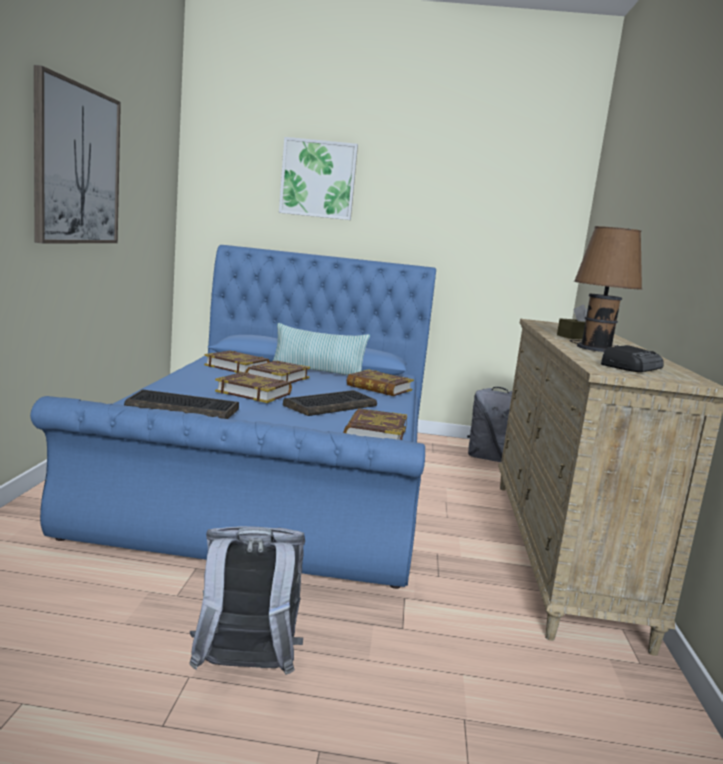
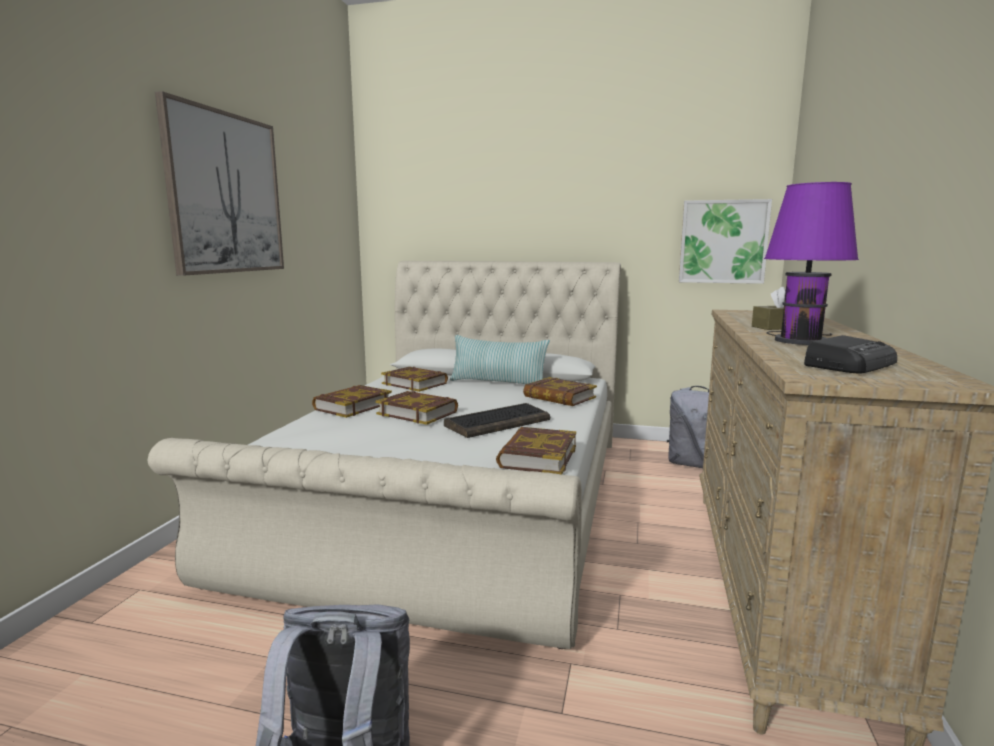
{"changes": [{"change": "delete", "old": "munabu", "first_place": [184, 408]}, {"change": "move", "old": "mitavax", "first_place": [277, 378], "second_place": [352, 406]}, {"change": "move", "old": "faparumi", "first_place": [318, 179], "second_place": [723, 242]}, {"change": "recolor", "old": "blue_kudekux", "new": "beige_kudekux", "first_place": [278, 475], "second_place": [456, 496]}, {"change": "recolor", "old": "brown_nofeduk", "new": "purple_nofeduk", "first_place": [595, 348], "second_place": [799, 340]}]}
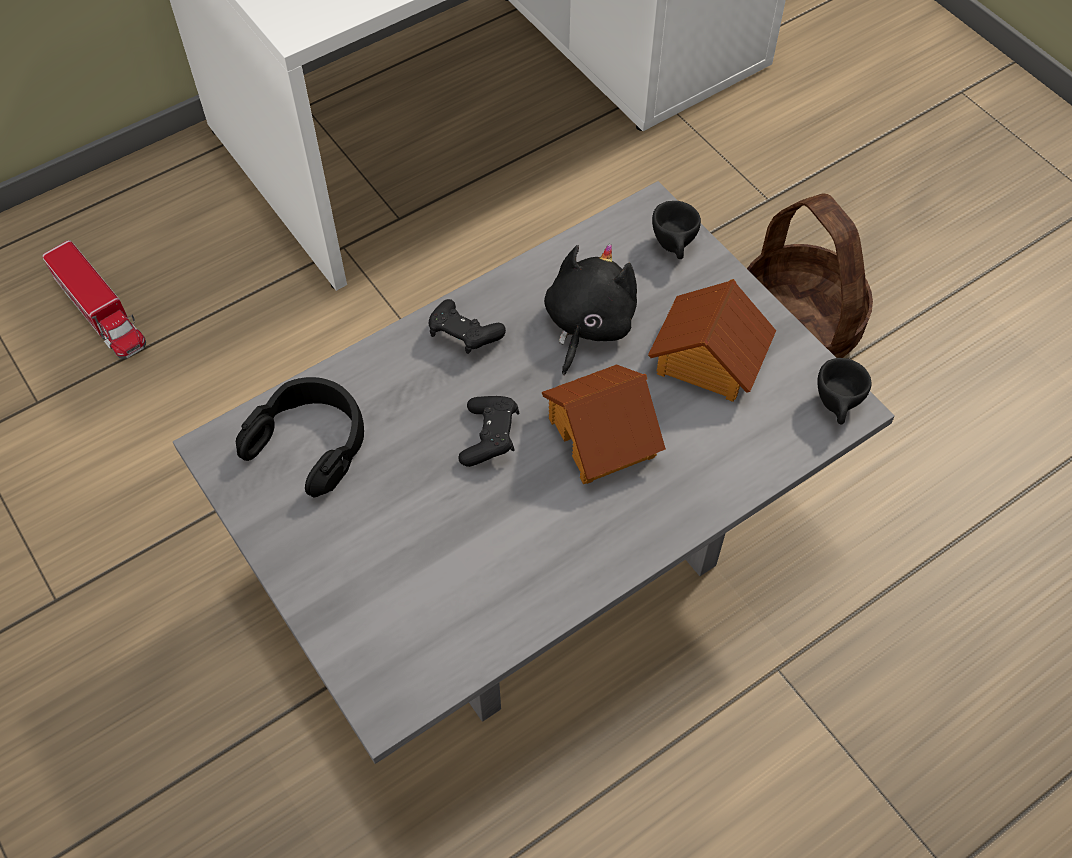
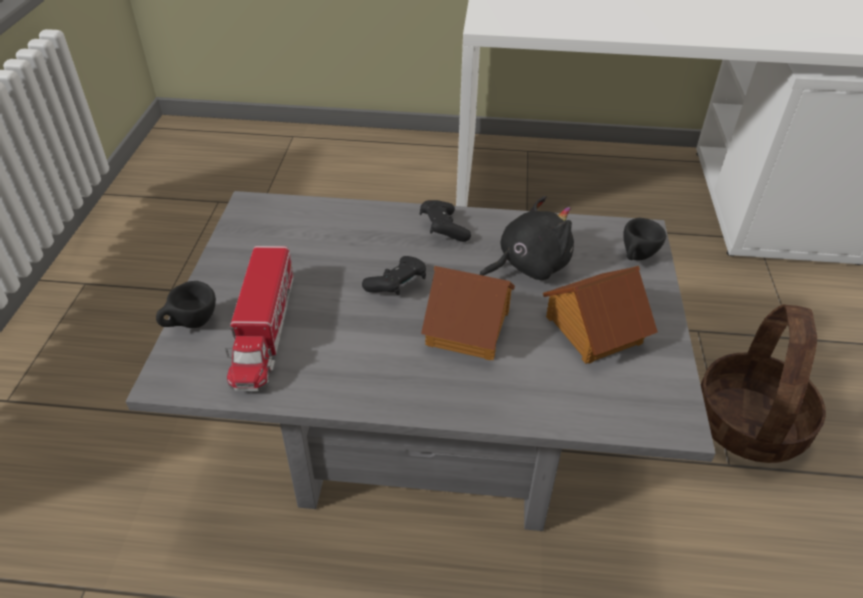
{"changes": [{"change": "delete", "old": "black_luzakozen", "first_place": [310, 442]}, {"change": "move", "old": "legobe", "first_place": [100, 312], "second_place": [264, 330]}, {"change": "move", "old": "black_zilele", "first_place": [837, 408], "second_place": [191, 325]}]}
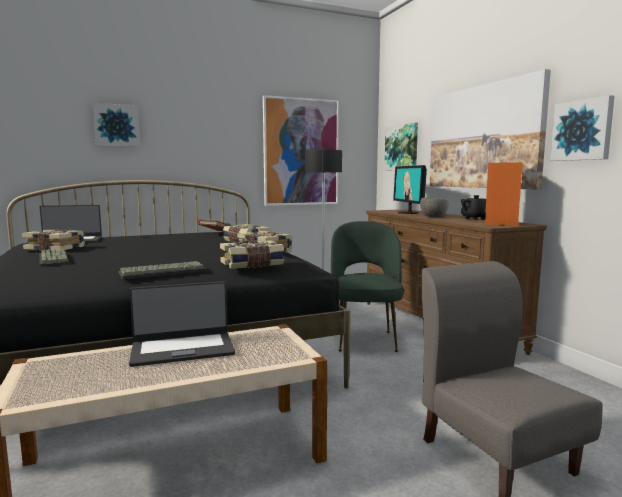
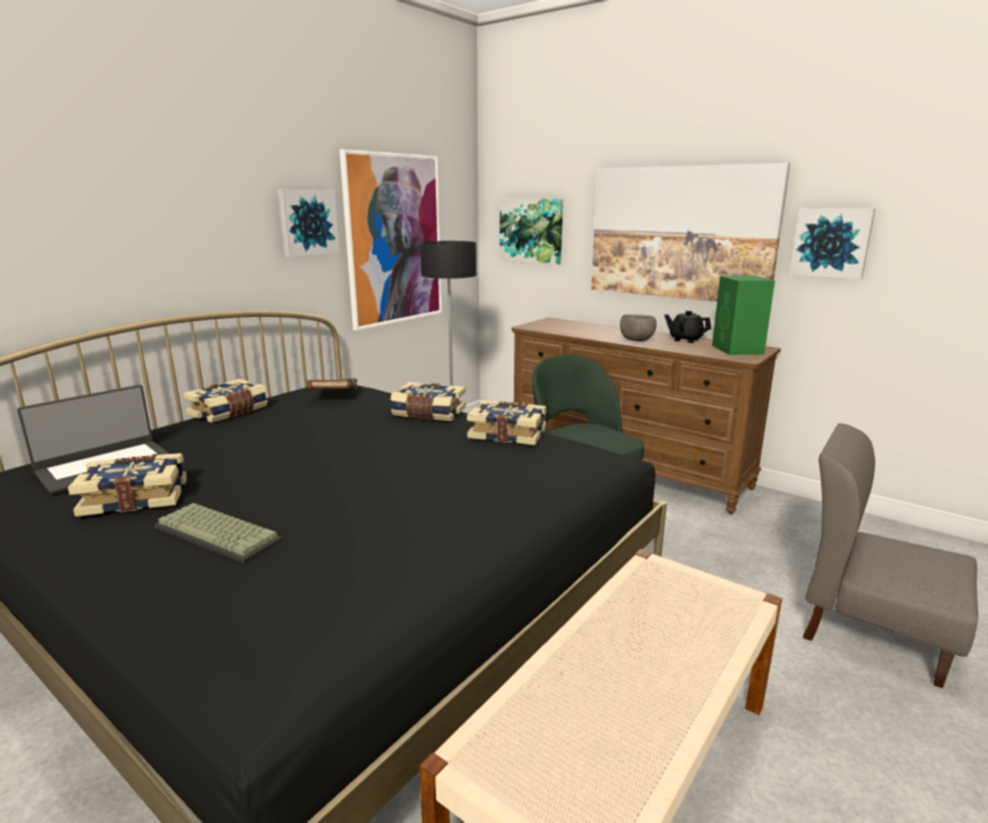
{"changes": [{"change": "delete", "old": "munabu", "first_place": [164, 271]}, {"change": "delete", "old": "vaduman", "first_place": [182, 349]}, {"change": "delete", "old": "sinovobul", "first_place": [408, 213]}, {"change": "move", "old": "faparumi", "first_place": [117, 125], "second_place": [307, 222]}, {"change": "move", "old": "mitavax", "first_place": [252, 265], "second_place": [229, 412]}, {"change": "recolor", "old": "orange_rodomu", "new": "green_rodomu", "first_place": [501, 223], "second_place": [738, 350]}]}
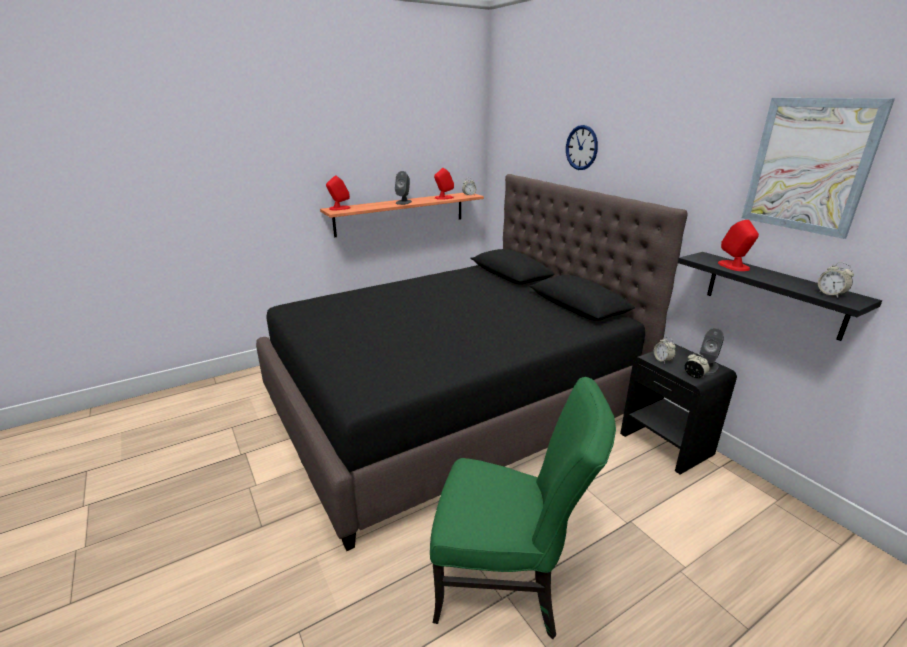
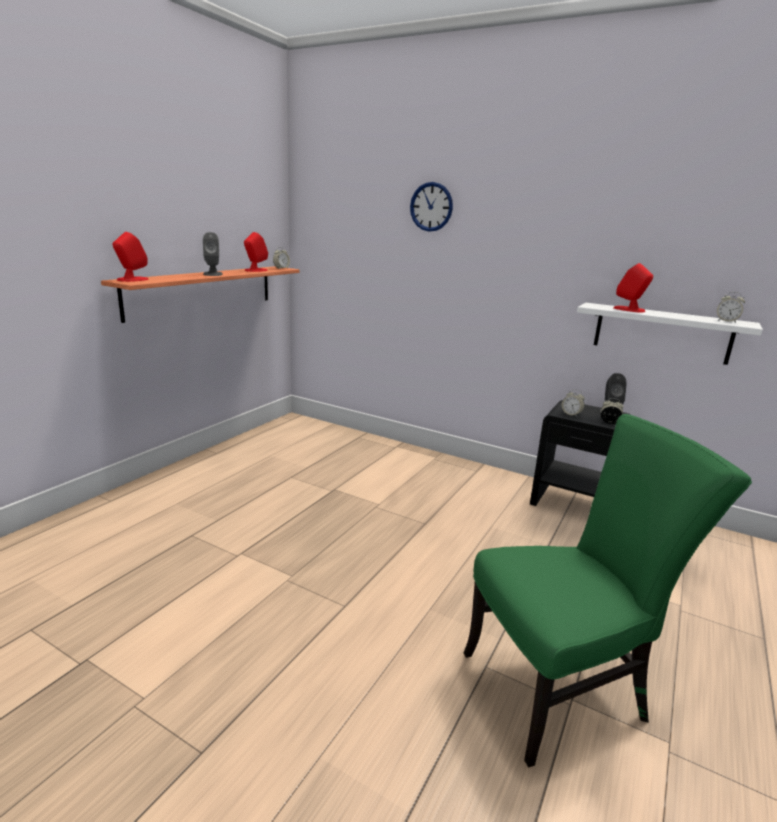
{"changes": [{"change": "delete", "old": "black_kudekux", "first_place": [451, 404]}, {"change": "delete", "old": "faparumi", "first_place": [809, 166]}, {"change": "recolor", "old": "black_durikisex", "new": "white_durikisex", "first_place": [774, 294], "second_place": [661, 333]}]}
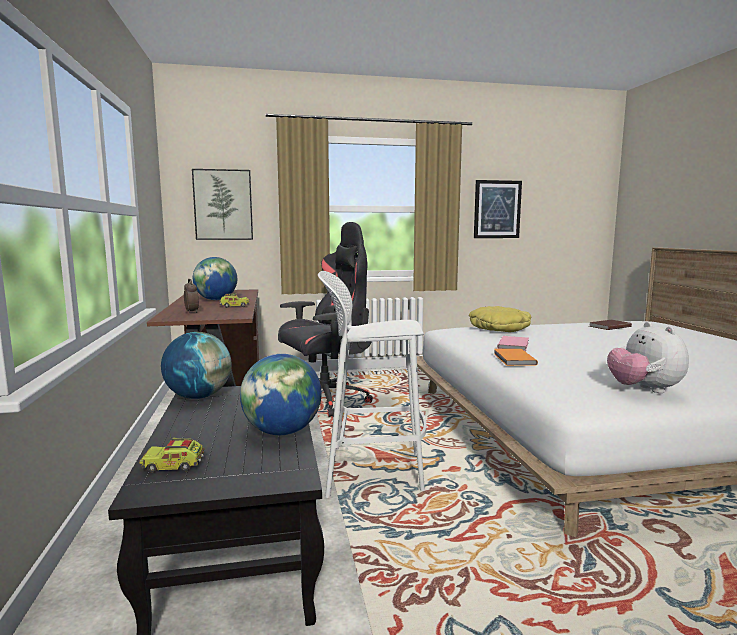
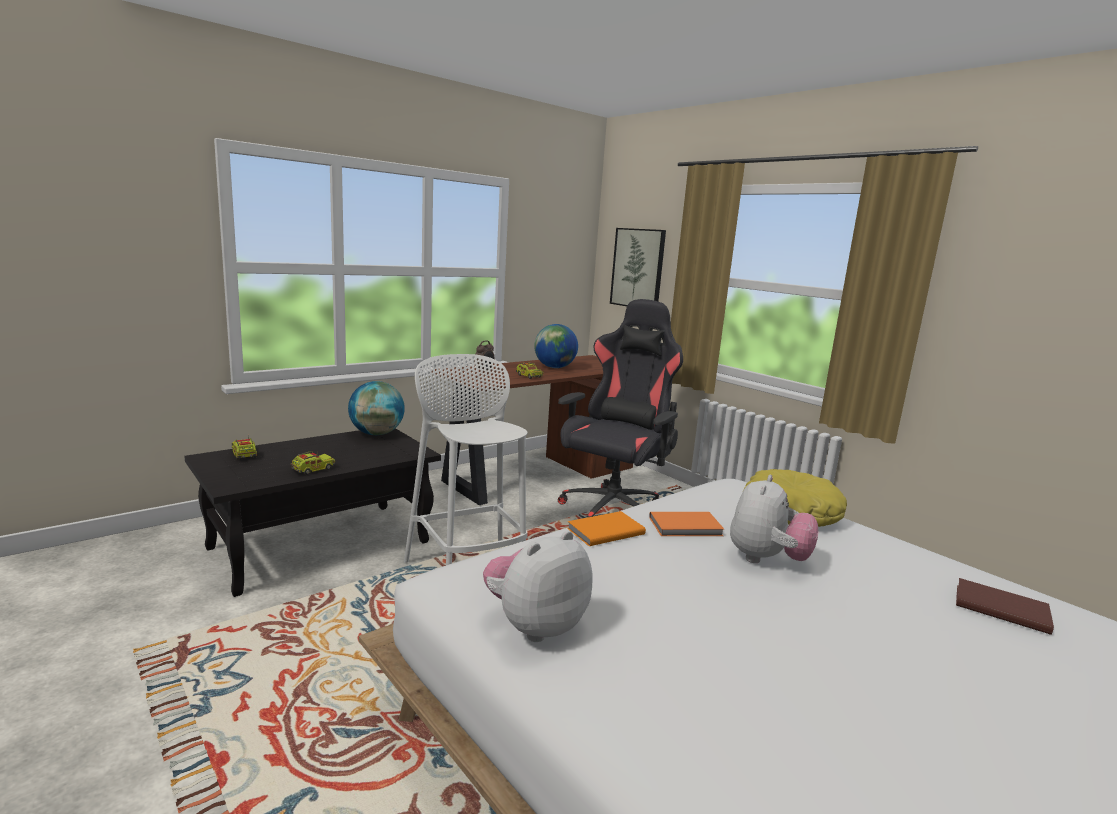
{"changes": [{"change": "delete", "old": "faparumi", "first_place": [497, 209]}, {"change": "insert", "new": "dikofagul", "second_place": [766, 559]}, {"change": "replace", "old": "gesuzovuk", "new": "legobe", "first_place": [282, 432], "second_place": [313, 470]}, {"change": "recolor", "old": "pink_mitavax", "new": "orange_mitavax", "first_place": [514, 345], "second_place": [686, 527]}, {"change": "rotate", "old": "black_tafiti", "first_place": [324, 401], "second_place": [612, 511], "degrees": -90}]}
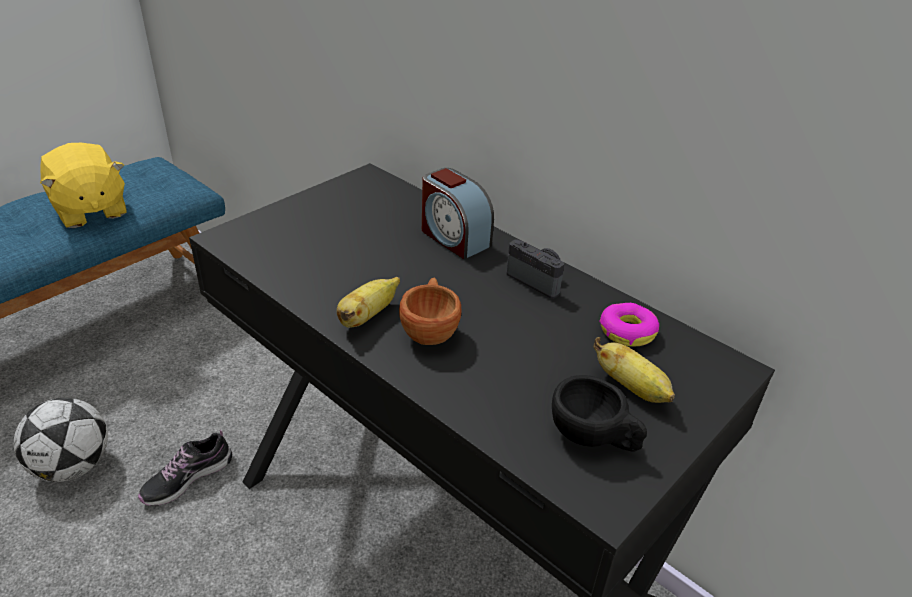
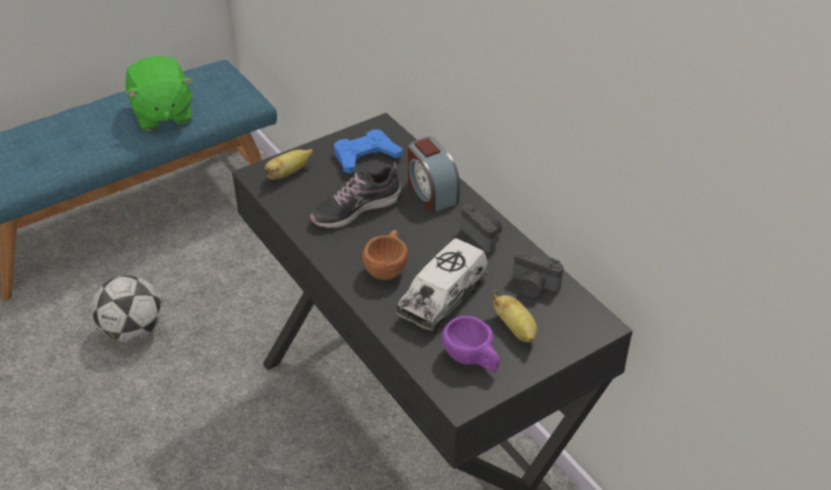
{"changes": [{"change": "insert", "new": "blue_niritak", "second_place": [365, 156]}, {"change": "insert", "new": "legobe", "second_place": [442, 299]}, {"change": "move", "old": "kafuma", "first_place": [187, 478], "second_place": [356, 209]}, {"change": "move", "old": "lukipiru", "first_place": [367, 316], "second_place": [288, 173]}, {"change": "replace", "old": "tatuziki", "new": "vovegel", "first_place": [627, 331], "second_place": [533, 287]}, {"change": "recolor", "old": "yellow_dikofagul", "new": "green_dikofagul", "first_place": [90, 210], "second_place": [162, 114]}, {"change": "recolor", "old": "black_zilele", "new": "purple_zilele", "first_place": [593, 438], "second_place": [472, 359]}]}
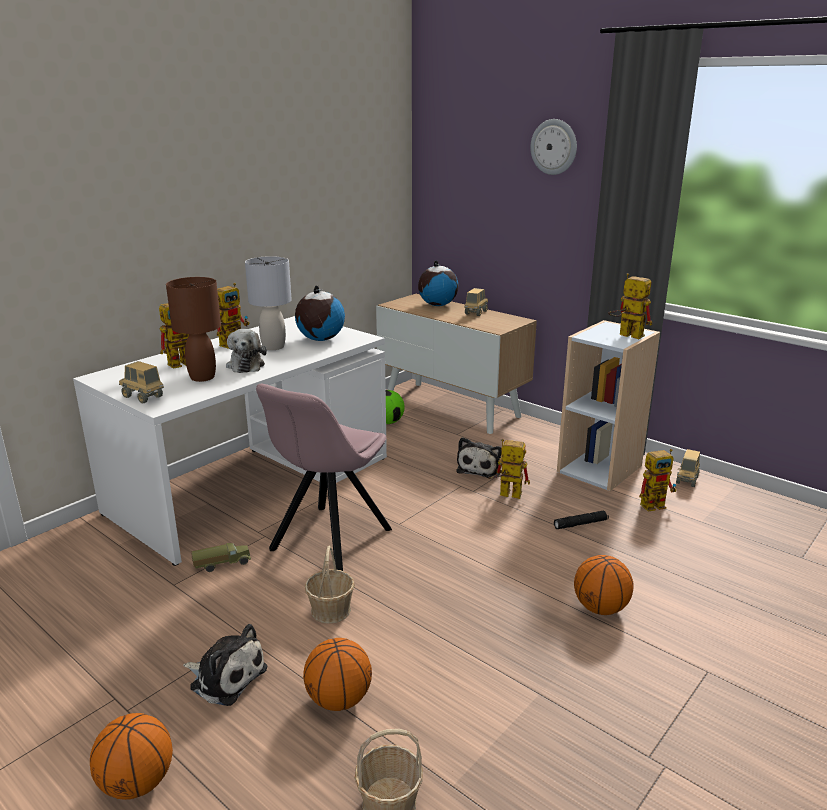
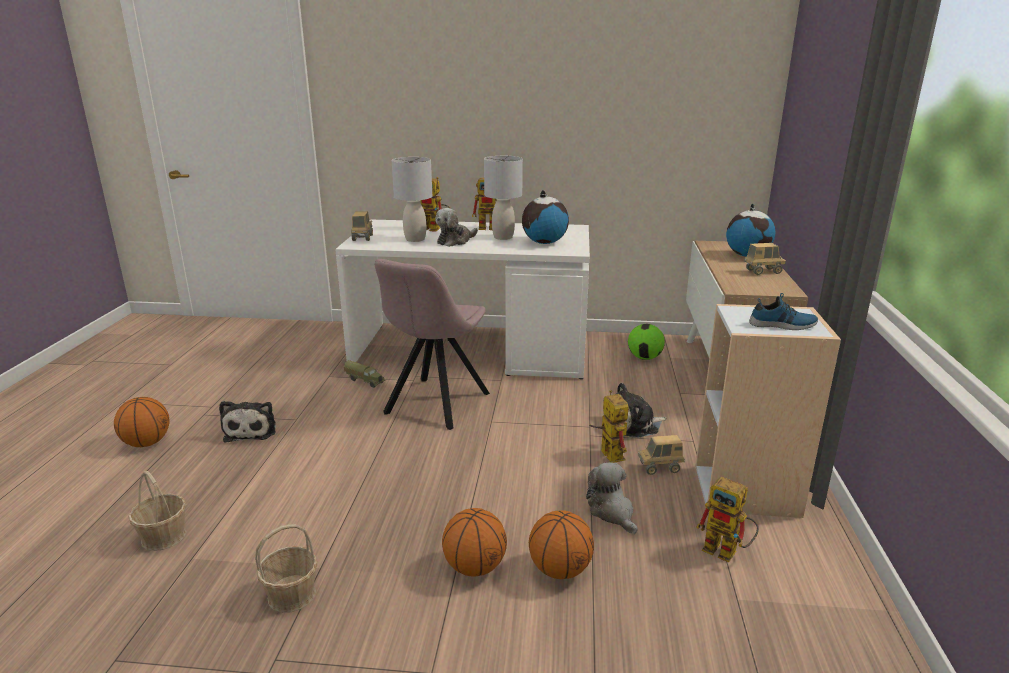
{"changes": [{"change": "delete", "old": "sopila", "first_place": [554, 147]}, {"change": "move", "old": "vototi", "first_place": [339, 700], "second_place": [560, 570]}, {"change": "move", "old": "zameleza", "first_place": [331, 610], "second_place": [292, 595]}, {"change": "move", "old": "legobe", "first_place": [687, 480], "second_place": [660, 468]}, {"change": "replace", "old": "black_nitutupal", "new": "dikofagul", "first_place": [581, 524], "second_place": [612, 512]}, {"change": "replace", "old": "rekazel", "new": "kafuma", "first_place": [625, 335], "second_place": [783, 325]}, {"change": "recolor", "old": "brown_nofeduk", "new": "grey_nofeduk", "first_place": [203, 377], "second_place": [415, 239]}, {"change": "rotate", "old": "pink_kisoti", "first_place": [329, 539], "second_place": [436, 403], "degrees": -60}]}
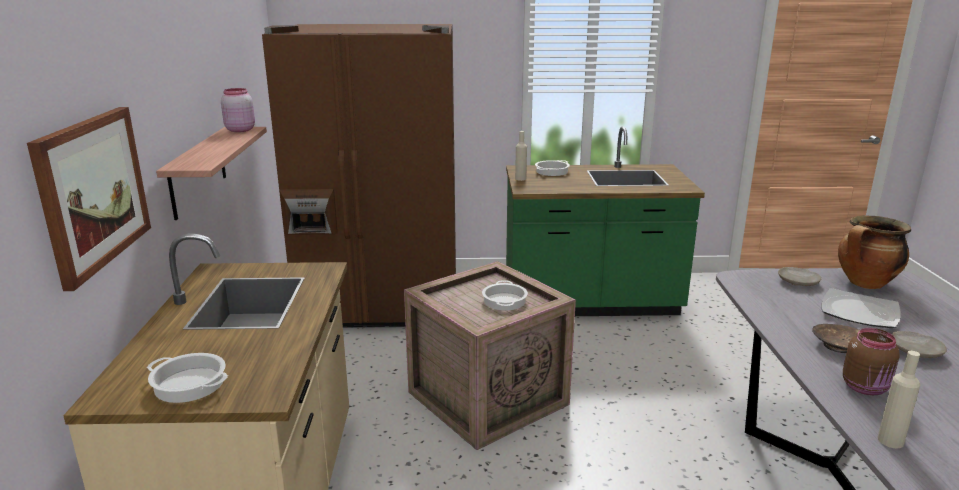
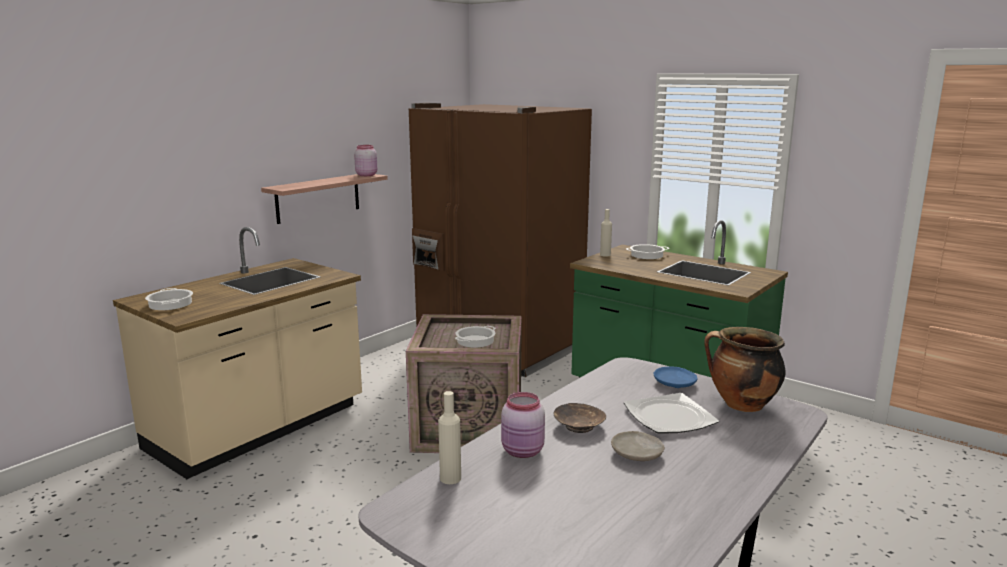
{"changes": [{"change": "delete", "old": "faparumi", "first_place": [93, 192]}, {"change": "recolor", "old": "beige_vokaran", "new": "blue_vokaran", "first_place": [798, 282], "second_place": [675, 383]}, {"change": "recolor", "old": "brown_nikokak", "new": "pink_nikokak", "first_place": [866, 387], "second_place": [523, 452]}]}
